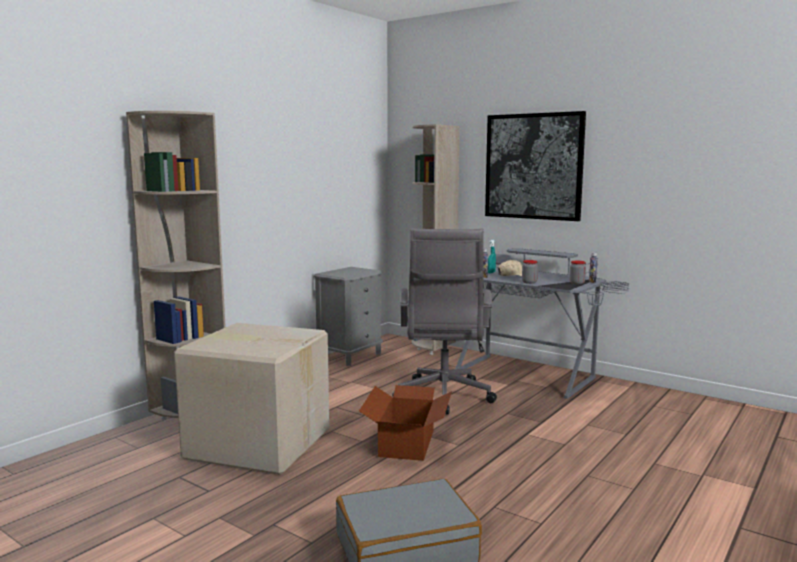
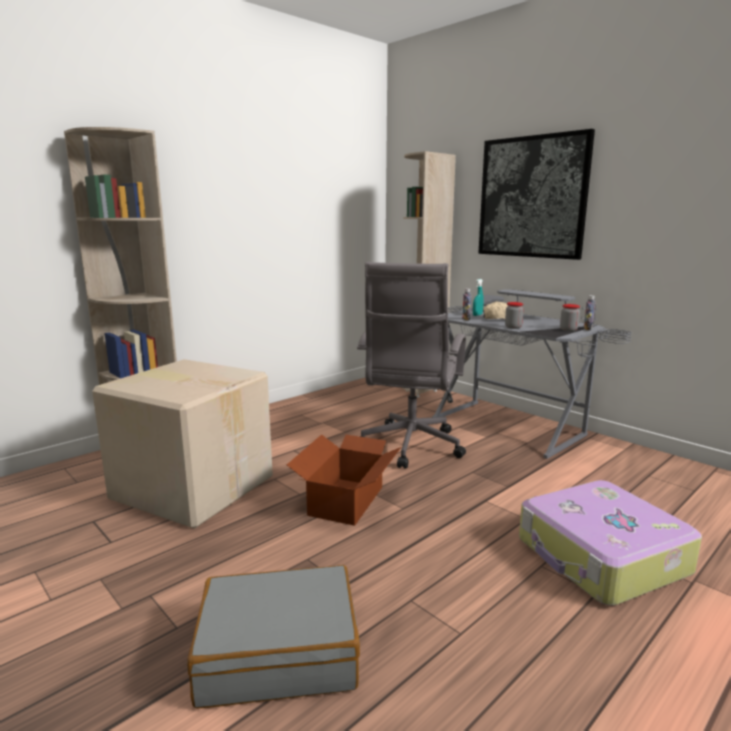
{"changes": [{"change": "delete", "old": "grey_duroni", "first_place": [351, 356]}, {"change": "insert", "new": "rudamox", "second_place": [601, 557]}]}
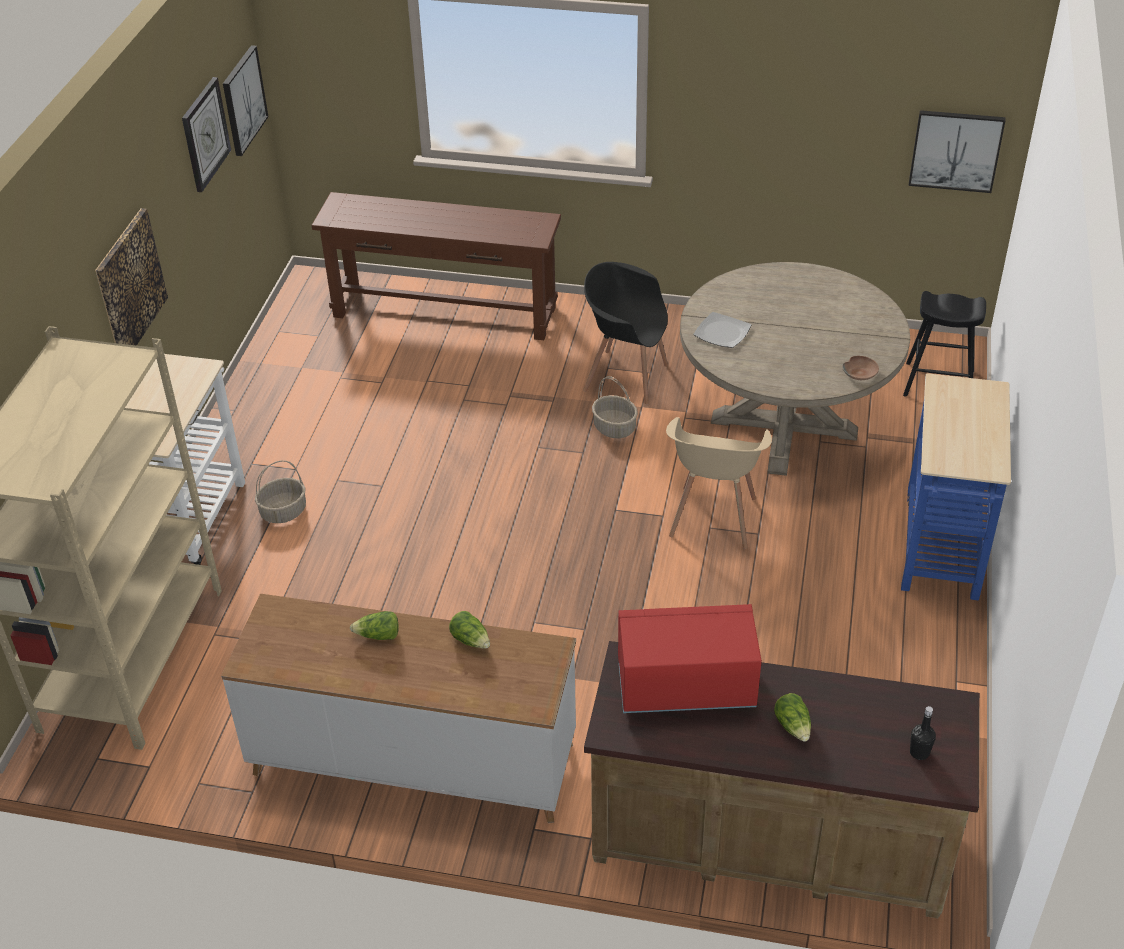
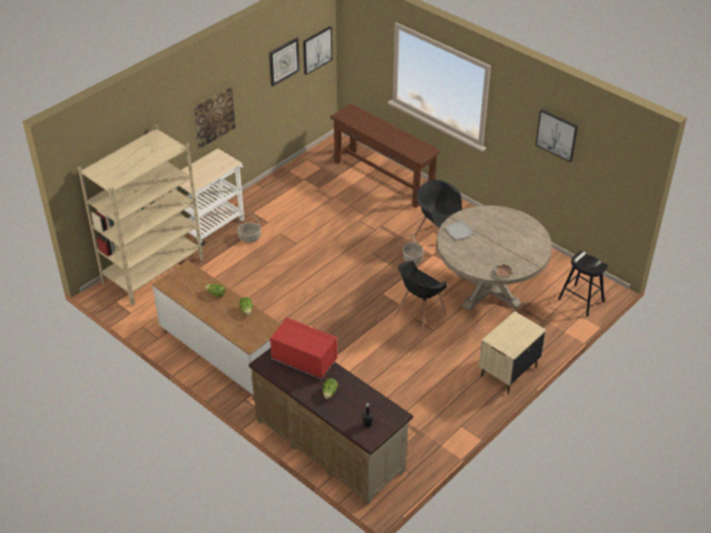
{"changes": [{"change": "move", "old": "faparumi", "first_place": [956, 150], "second_place": [557, 135]}, {"change": "replace", "old": "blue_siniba", "new": "beige_duroni", "first_place": [941, 549], "second_place": [508, 372]}, {"change": "recolor", "old": "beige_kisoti", "new": "black_kisoti", "first_place": [713, 519], "second_place": [420, 315]}]}
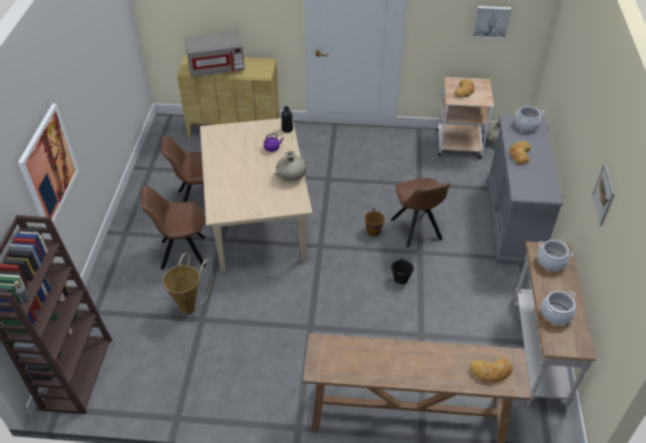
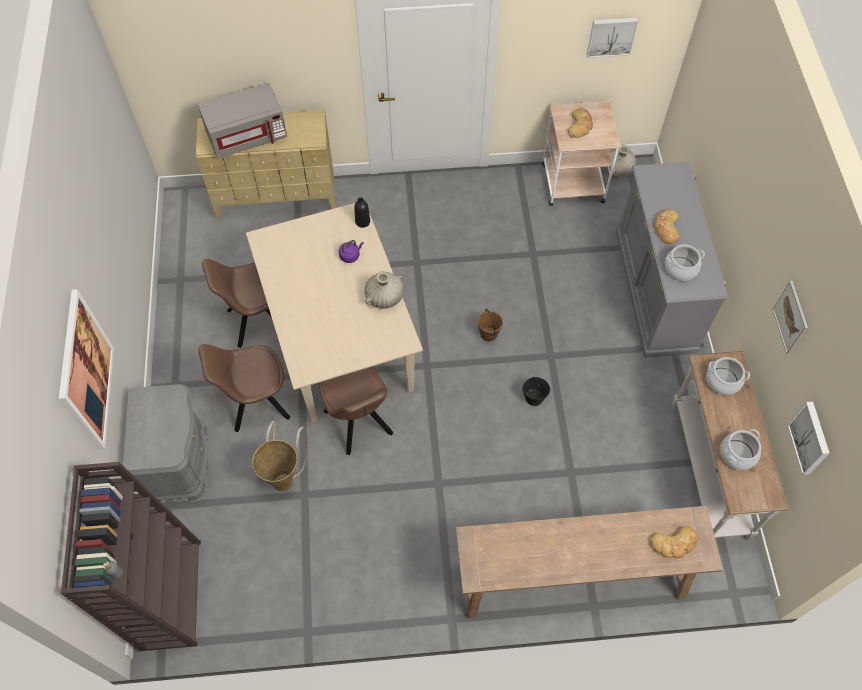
{"changes": [{"change": "insert", "new": "grey_duroni", "second_place": [180, 462]}, {"change": "insert", "new": "faparumi", "second_place": [811, 438]}, {"change": "move", "old": "brown_kisoti", "first_place": [416, 229], "second_place": [359, 422]}, {"change": "move", "old": "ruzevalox", "first_place": [526, 125], "second_place": [680, 268]}]}
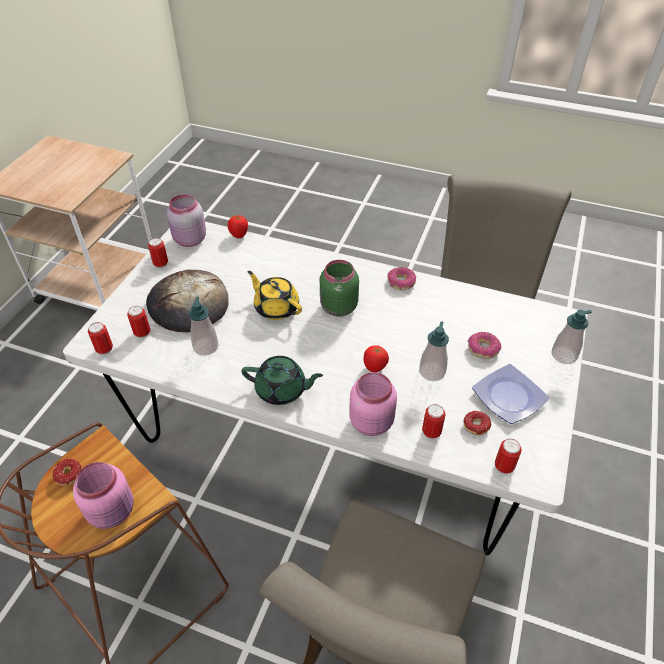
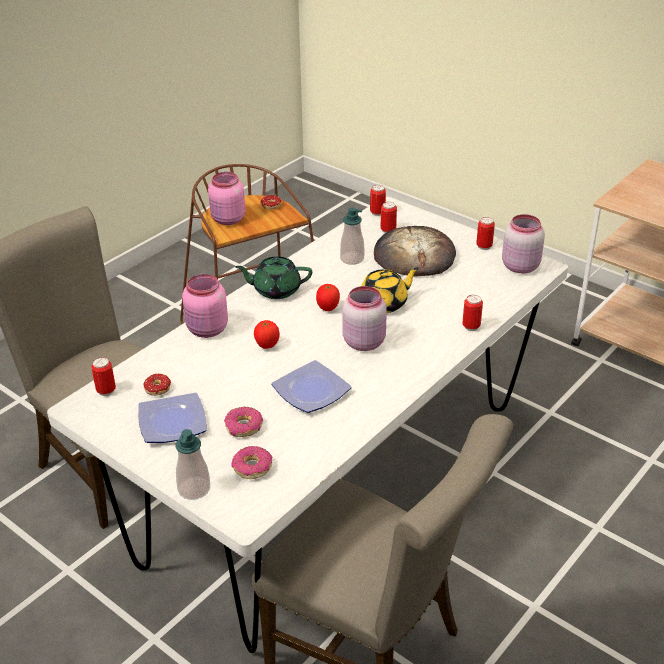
{"changes": [{"change": "delete", "old": "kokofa", "first_place": [432, 372]}, {"change": "insert", "new": "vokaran", "second_place": [313, 391]}, {"change": "move", "old": "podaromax", "first_place": [239, 236], "second_place": [328, 309]}, {"change": "move", "old": "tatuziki", "first_place": [401, 282], "second_place": [252, 467]}, {"change": "move", "old": "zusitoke", "first_place": [431, 432], "second_place": [471, 326]}, {"change": "recolor", "old": "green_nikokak", "new": "pink_nikokak", "first_place": [337, 307], "second_place": [364, 341]}, {"change": "rotate", "old": "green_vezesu", "first_place": [282, 390], "second_place": [276, 290], "degrees": 60}]}
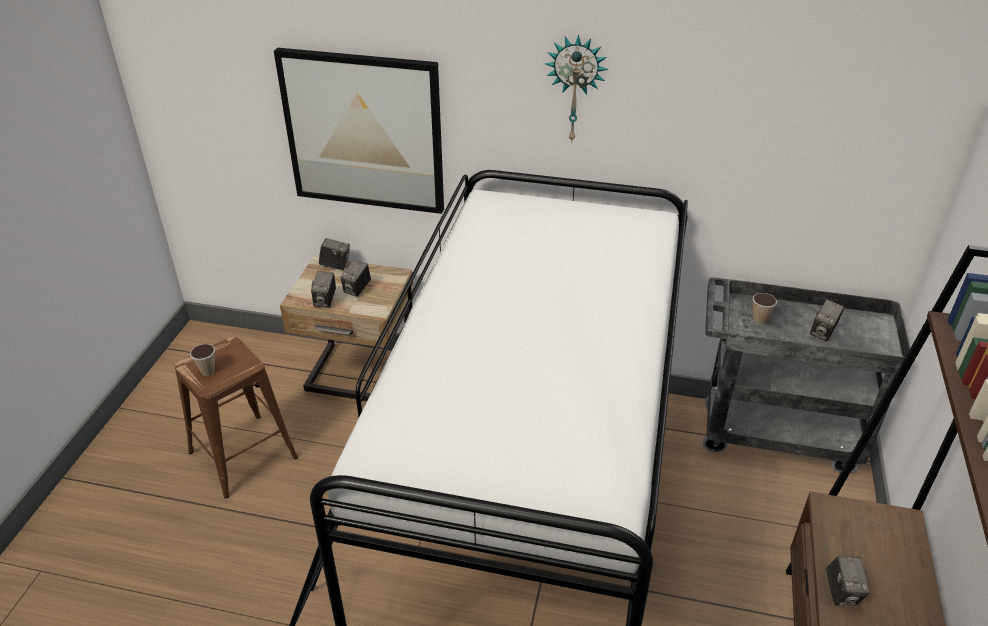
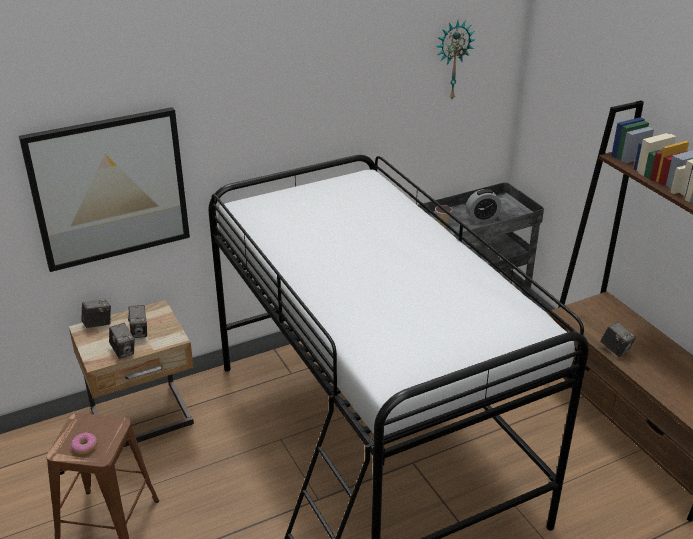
{"changes": [{"change": "move", "old": "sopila", "first_place": [575, 88], "second_place": [452, 60]}, {"change": "replace", "old": "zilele", "new": "tatuziki", "first_place": [208, 371], "second_place": [84, 447]}, {"change": "replace", "old": "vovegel", "new": "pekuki", "first_place": [823, 332], "second_place": [482, 217]}]}
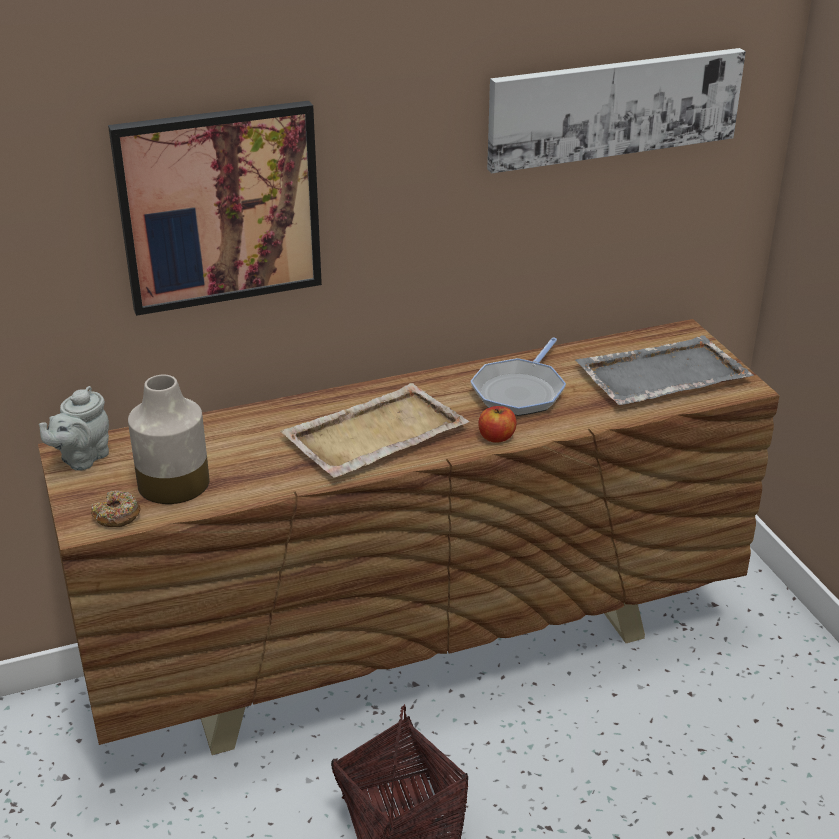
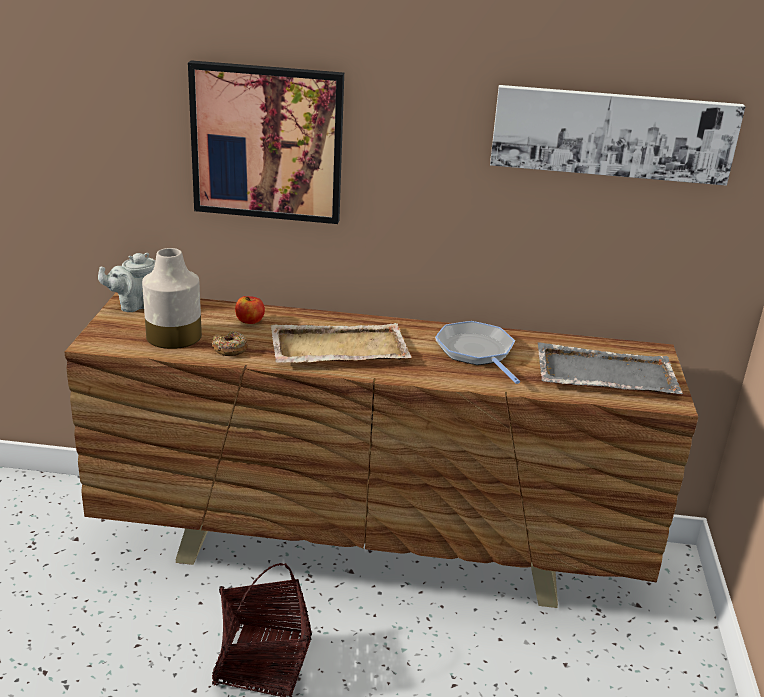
{"changes": [{"change": "move", "old": "tatuziki", "first_place": [117, 516], "second_place": [230, 349]}, {"change": "move", "old": "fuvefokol", "first_place": [496, 437], "second_place": [250, 321]}, {"change": "rotate", "old": "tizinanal", "first_place": [520, 391], "second_place": [476, 352], "degrees": 105}]}
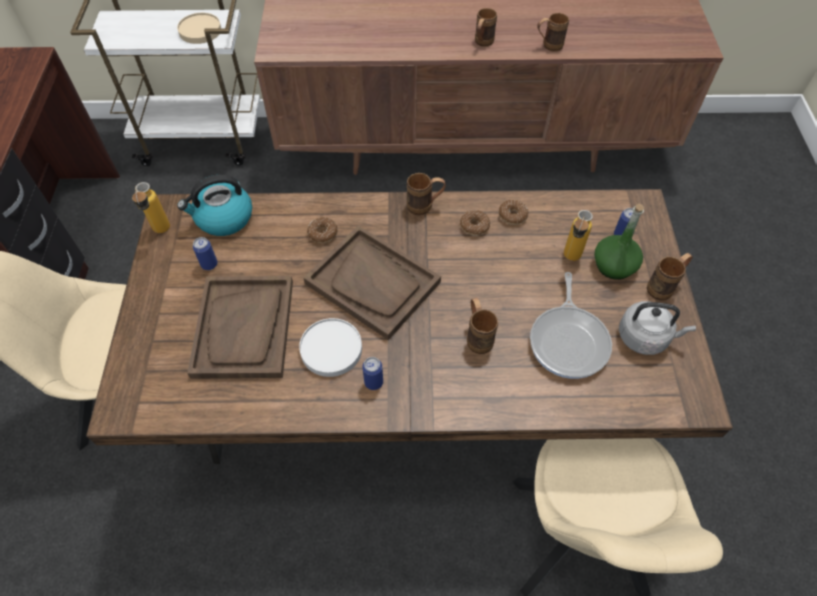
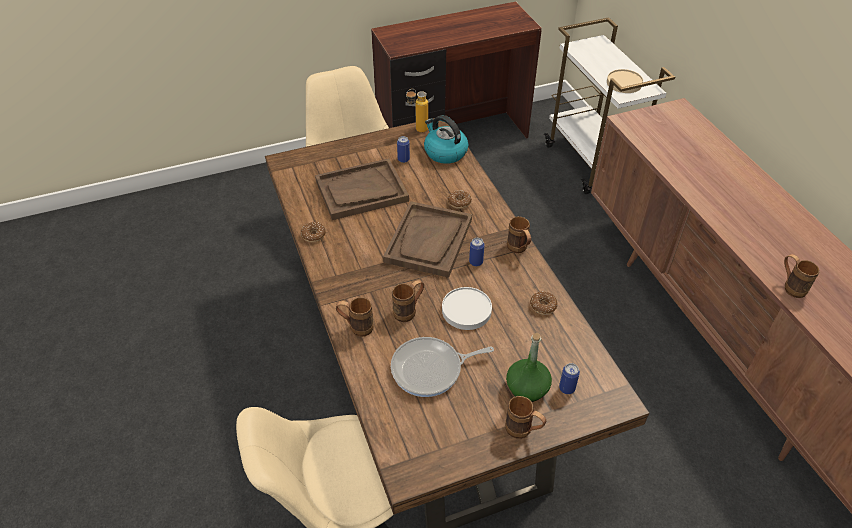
{"changes": [{"change": "delete", "old": "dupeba", "first_place": [570, 260]}, {"change": "delete", "old": "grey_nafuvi", "first_place": [645, 337]}, {"change": "move", "old": "white_vokaran", "first_place": [332, 349], "second_place": [466, 310]}, {"change": "move", "old": "zusitoke", "first_place": [373, 382], "second_place": [476, 262]}, {"change": "move", "old": "tatuziki", "first_place": [474, 226], "second_place": [313, 235]}, {"change": "move", "old": "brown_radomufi", "first_place": [482, 43], "second_place": [356, 327]}]}
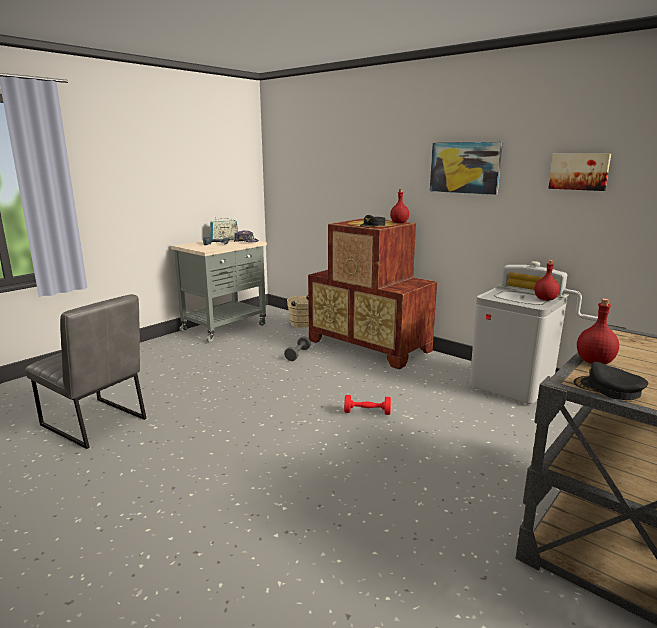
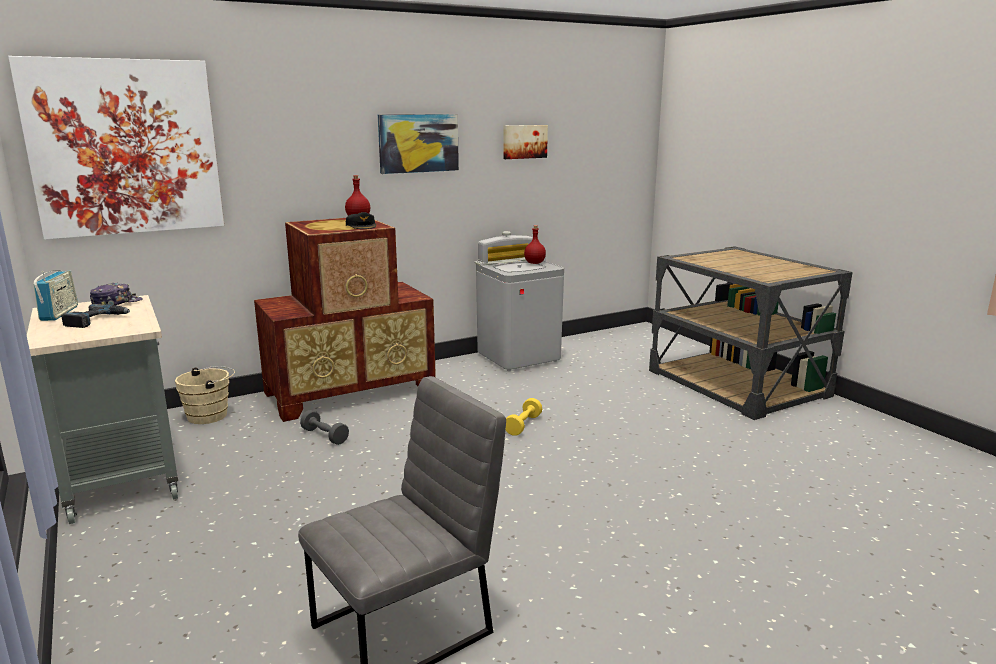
{"changes": [{"change": "delete", "old": "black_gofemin", "first_place": [608, 389]}, {"change": "delete", "old": "red_dupeba", "first_place": [593, 361]}, {"change": "insert", "new": "faparumi", "second_place": [125, 148]}, {"change": "recolor", "old": "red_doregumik", "new": "yellow_doregumik", "first_place": [367, 412], "second_place": [523, 425]}]}
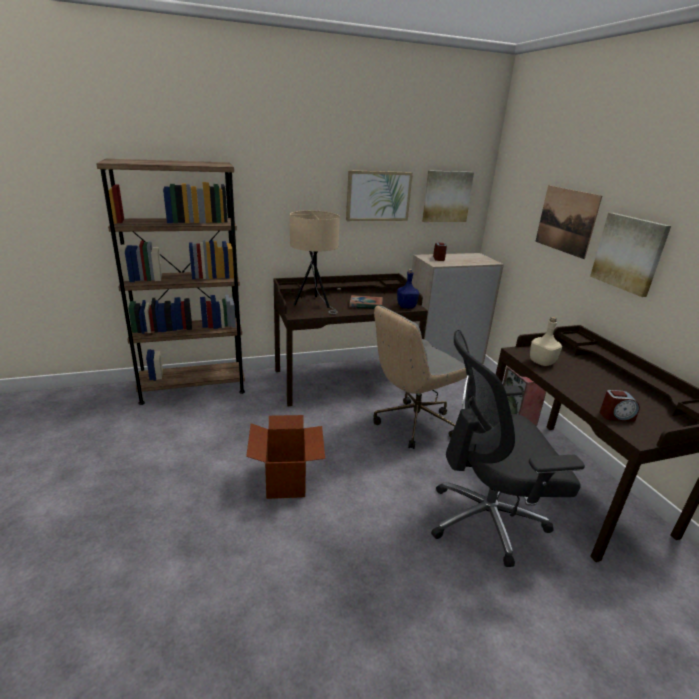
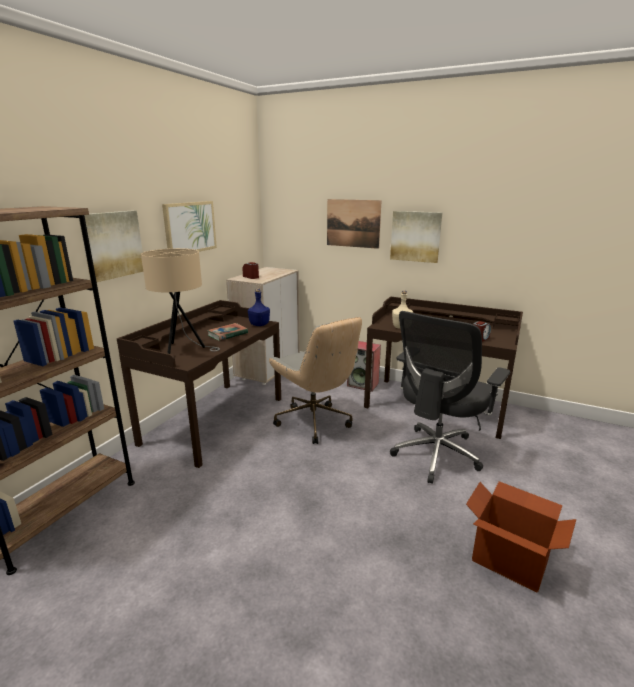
{"changes": [{"change": "move", "old": "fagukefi", "first_place": [287, 479], "second_place": [509, 560]}, {"change": "move", "old": "faparumi", "first_place": [446, 196], "second_place": [112, 245]}, {"change": "rotate", "old": "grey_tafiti", "first_place": [412, 425], "second_place": [314, 424], "degrees": -45}]}
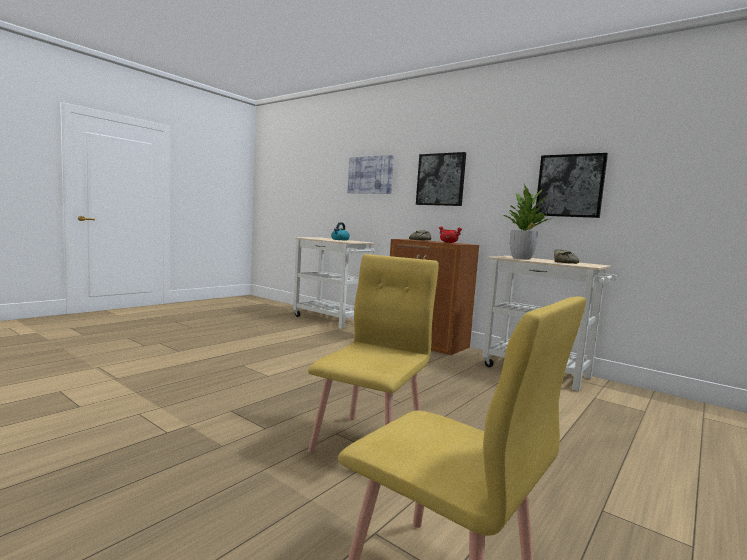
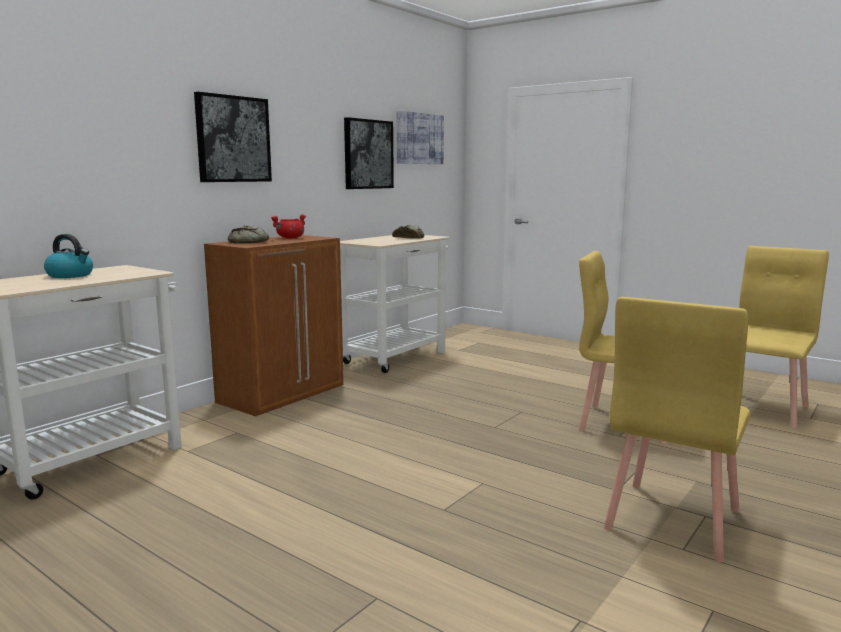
{"changes": [{"change": "delete", "old": "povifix", "first_place": [521, 258]}, {"change": "insert", "new": "yellow_kisoti", "second_place": [671, 519]}, {"change": "move", "old": "faparumi", "first_place": [370, 175], "second_place": [419, 138]}]}
